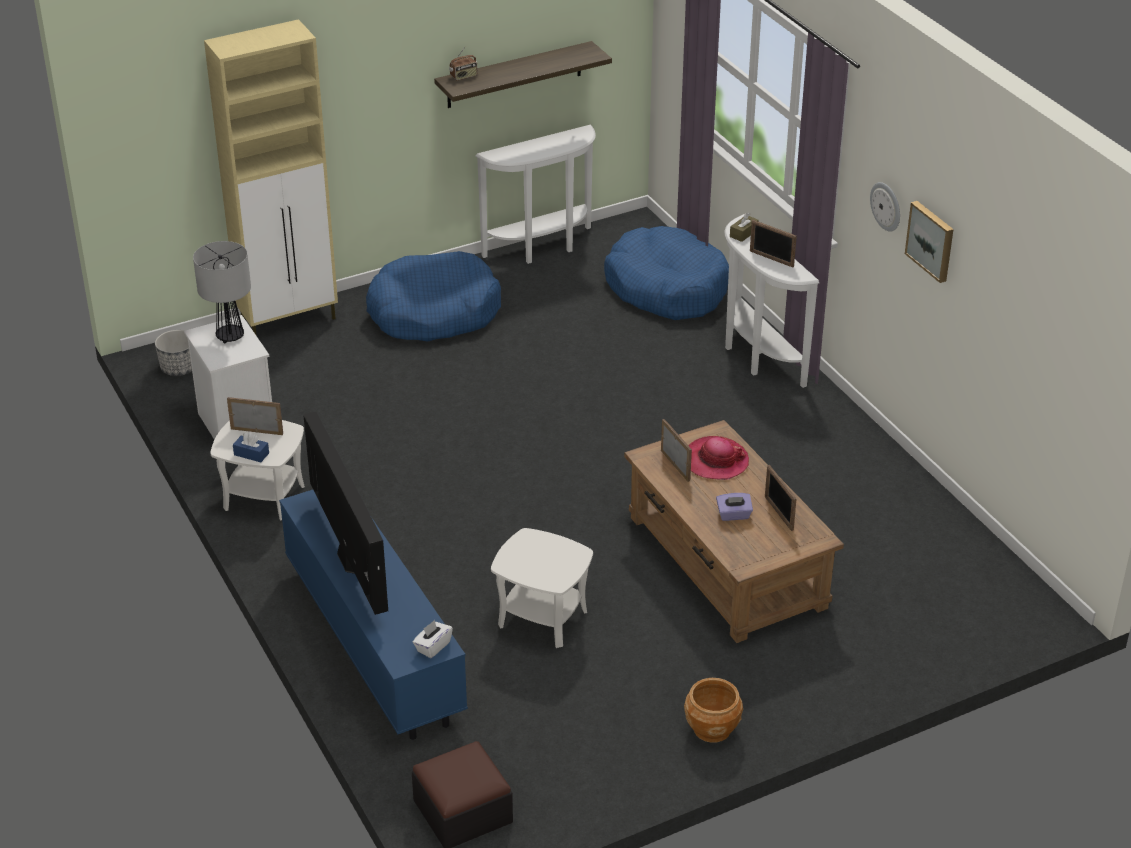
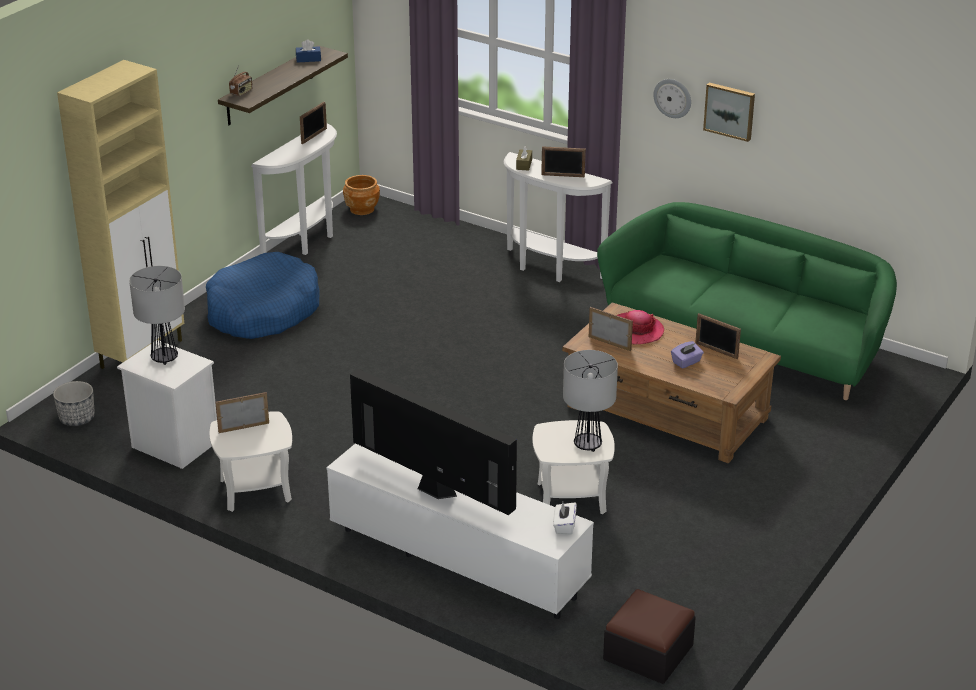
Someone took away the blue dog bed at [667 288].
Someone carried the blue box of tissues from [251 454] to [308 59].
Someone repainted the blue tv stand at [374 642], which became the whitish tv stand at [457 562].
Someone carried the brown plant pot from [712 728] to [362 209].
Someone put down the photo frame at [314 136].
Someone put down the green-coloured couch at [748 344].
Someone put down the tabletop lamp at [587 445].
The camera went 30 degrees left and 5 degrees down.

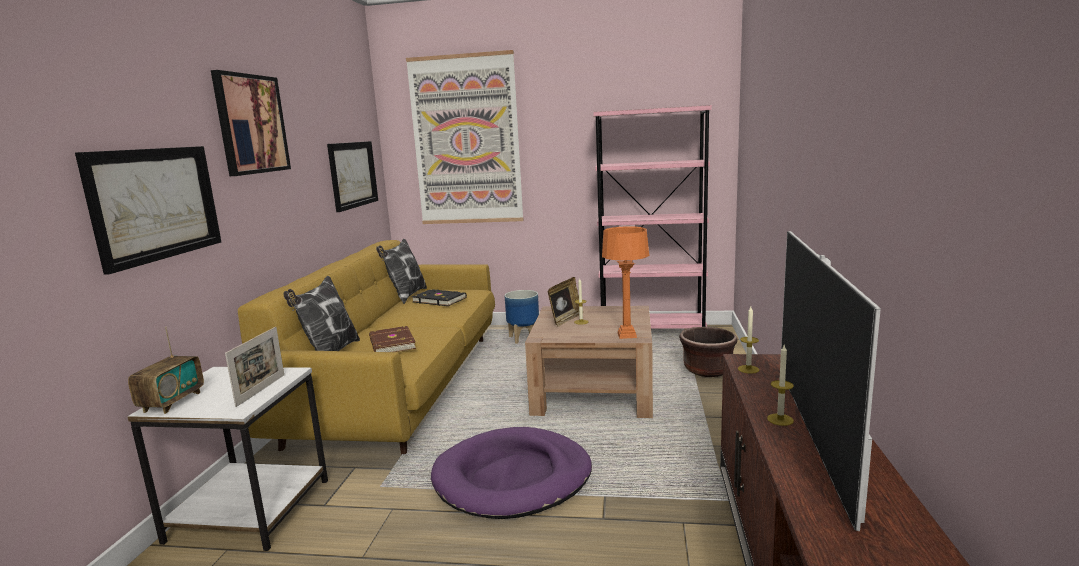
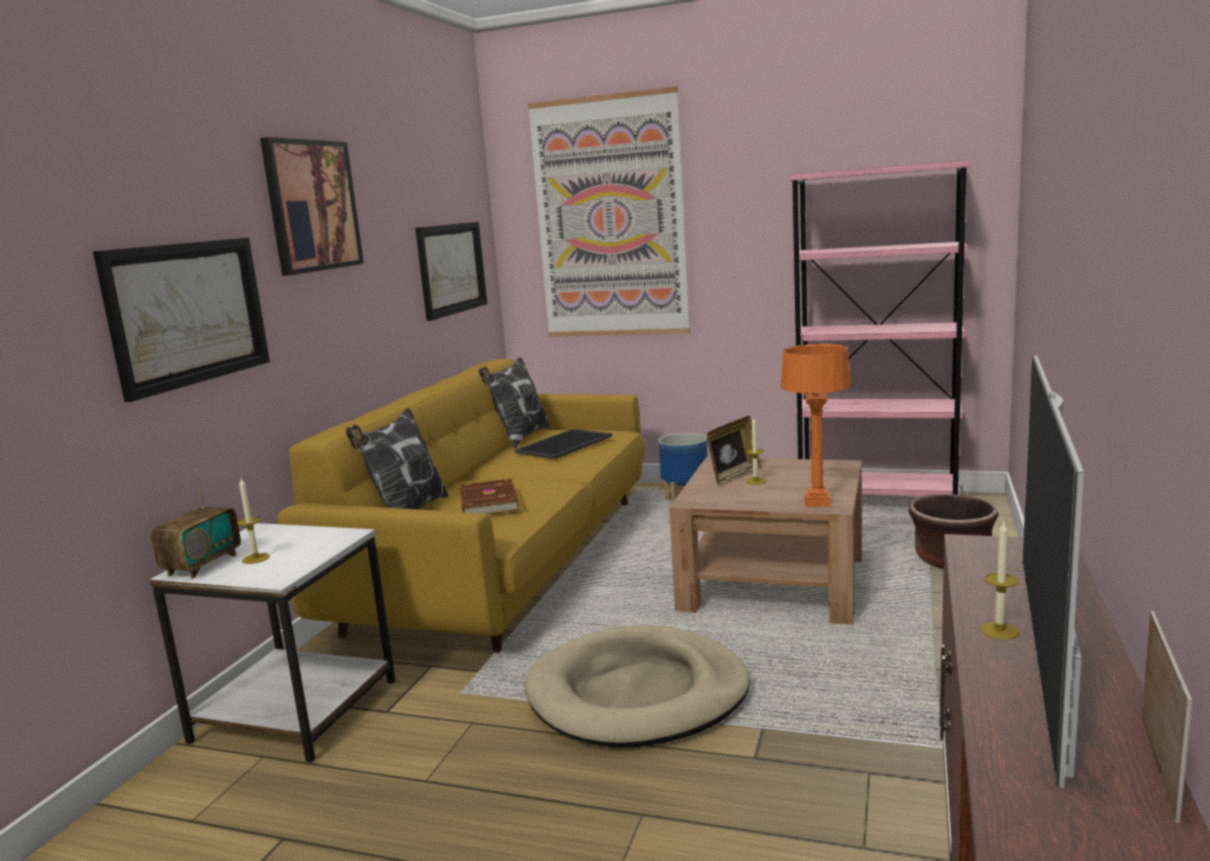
Someone swapped the blackish volume at [439 300] for the serving tray at [563 444].
Someone carried the wax light from [748 369] to [255 558].
Someone carried the photo frame from [261 390] to [1158 766].
Someone repainted the purple dog bed at [513 478], which became the beige-coloured dog bed at [638 694].
The camera went 10 degrees right and 0 degrees up.

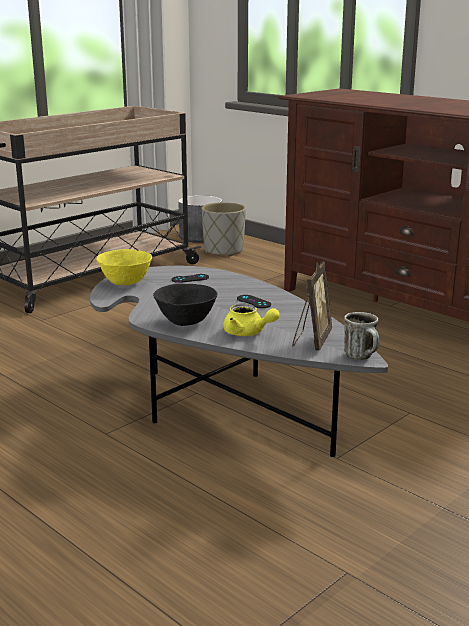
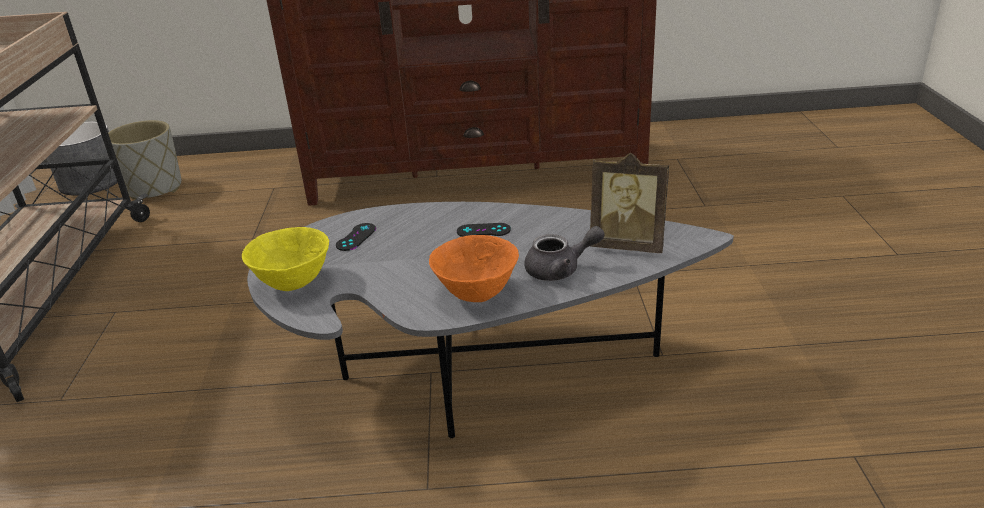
Someone rotated the photo frame at [311 341] by 135 degrees clockwise.
Someone repainted the blackish serving bowl at [186 322], which became the orange-coloured serving bowl at [476 293].
Someone repainted the yellow pot for tea at [248 333], which became the gray pot for tea at [560 269].
Someone took away the coffee mug at [363 357].
The camera went 45 degrees left and 10 degrees up.

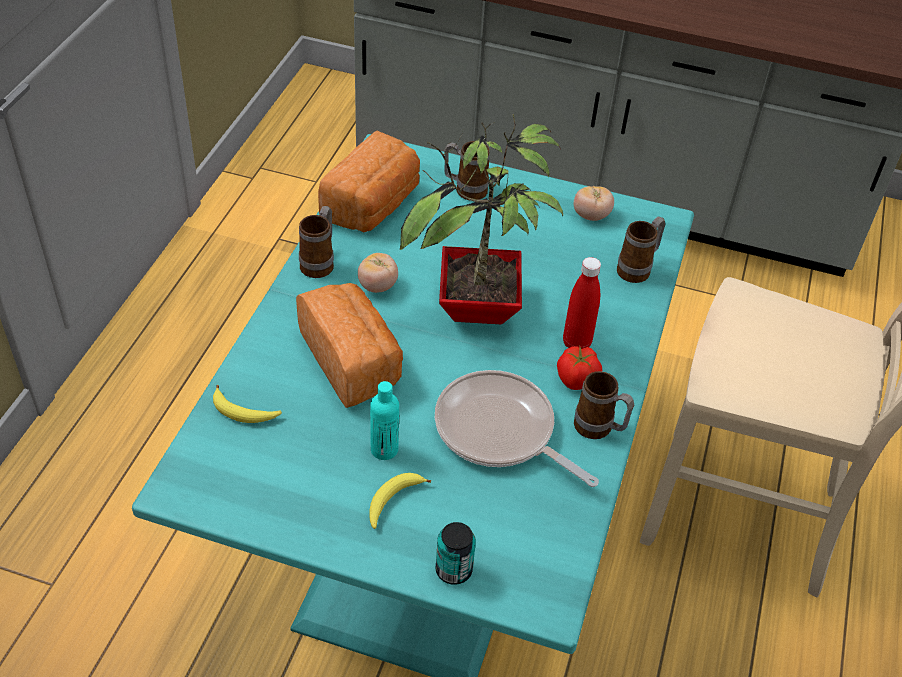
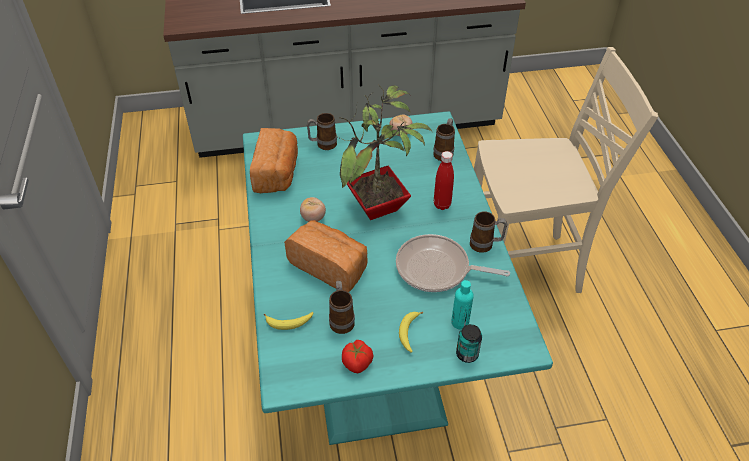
Someone carried the coffee mug from [320 262] to [341 319].
Someone carried the fresh tomato from [577 380] to [357 363].
Someone carried the turquoise drink bottle from [384 449] to [460 322].
The camera went 25 degrees left and 0 degrees up.

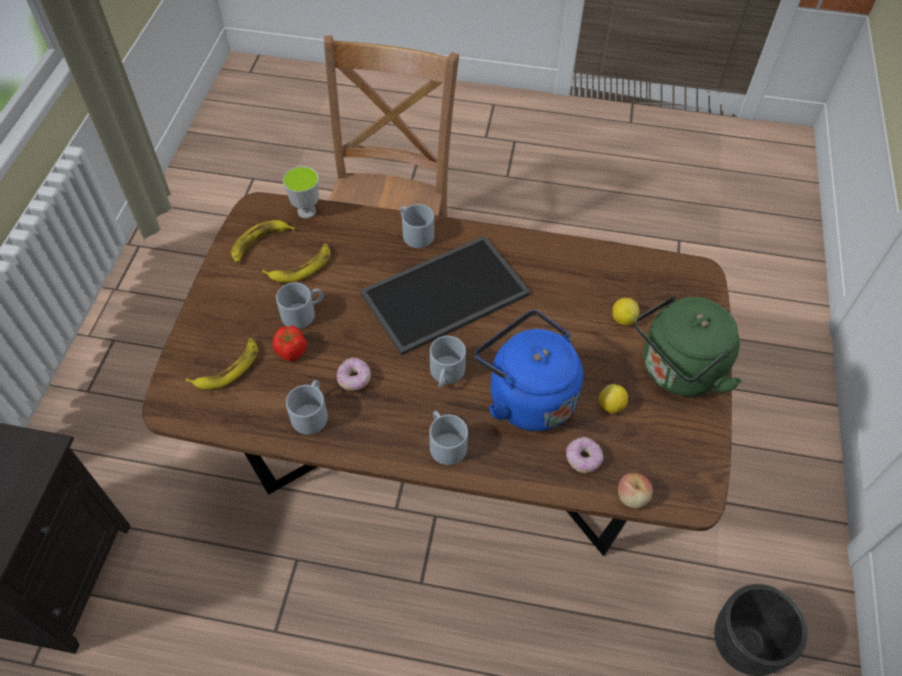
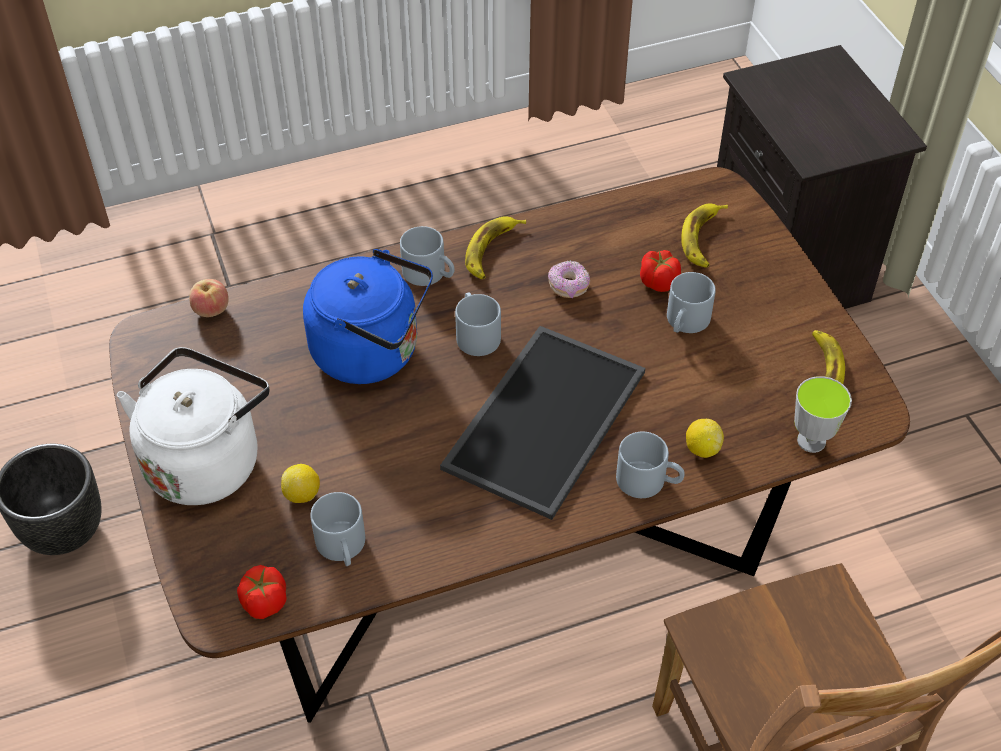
Someone carried the banana fruit from [301 267] to [492 251].
Someone repainted the green-coloured kettle at [677 371], which became the whitish kettle at [206 459].
Someone carried the gray coffee mug from [310 412] to [343 547].
Someone carried the whole lemon from [611 406] to [702 449].
Someone took away the doughnut at [583 459].
Someone put down the fresh tomato at [264 602].
The camera went 150 degrees right and 5 degrees down.

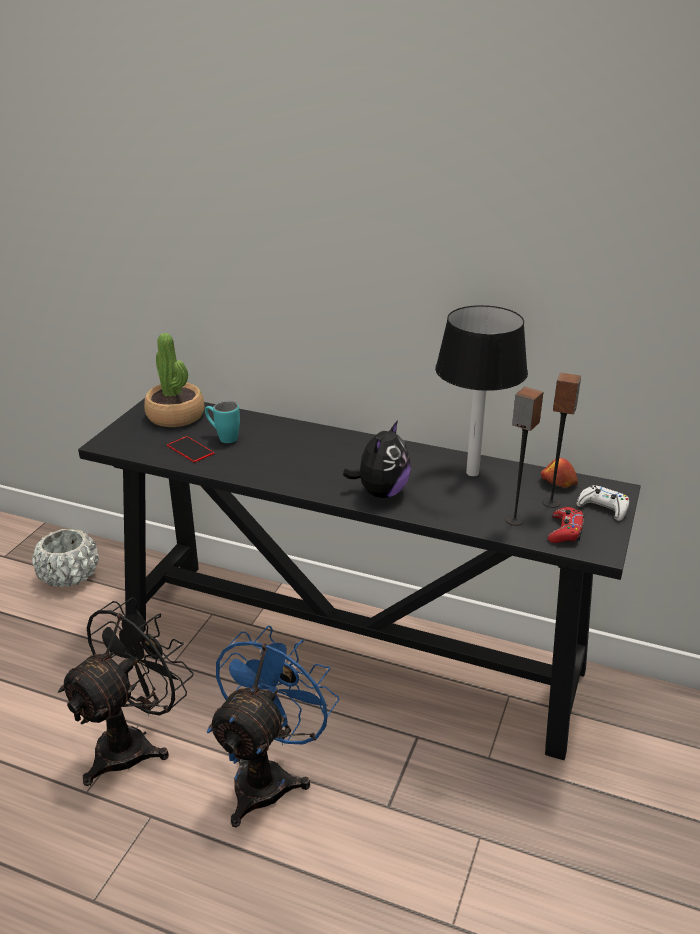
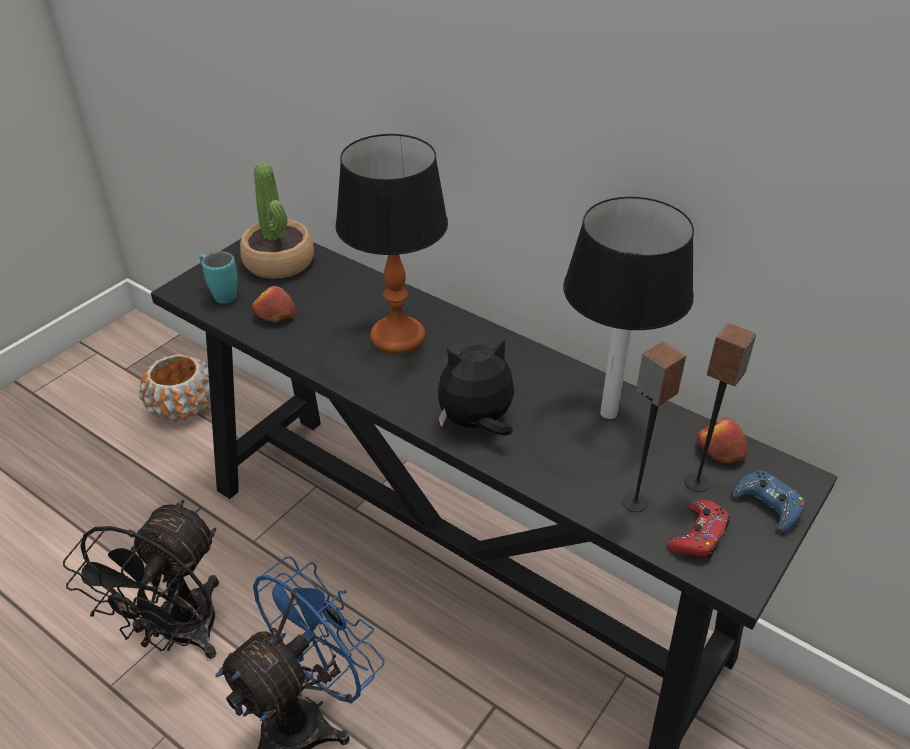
Someone carried the turquoise coffee mug from [223 437] to [220 294].
Someone rotated the soft toy at [381 492] by 150 degrees counterclockwise.
Someone swapped the phone at [190 449] for the apple at [274 315].
Someone repainted the whitish joypad at [603 508], which became the blue joypad at [767 506].
Someone repainted the whitish plant pot at [69 576], which became the orange-coloured plant pot at [182 407].
Someone rotated the blackish fan at [133 743] by 150 degrees clockwise.
Someone put down the tabletop lamp at [398 336].
The camera went 15 degrees right and 10 degrees up.

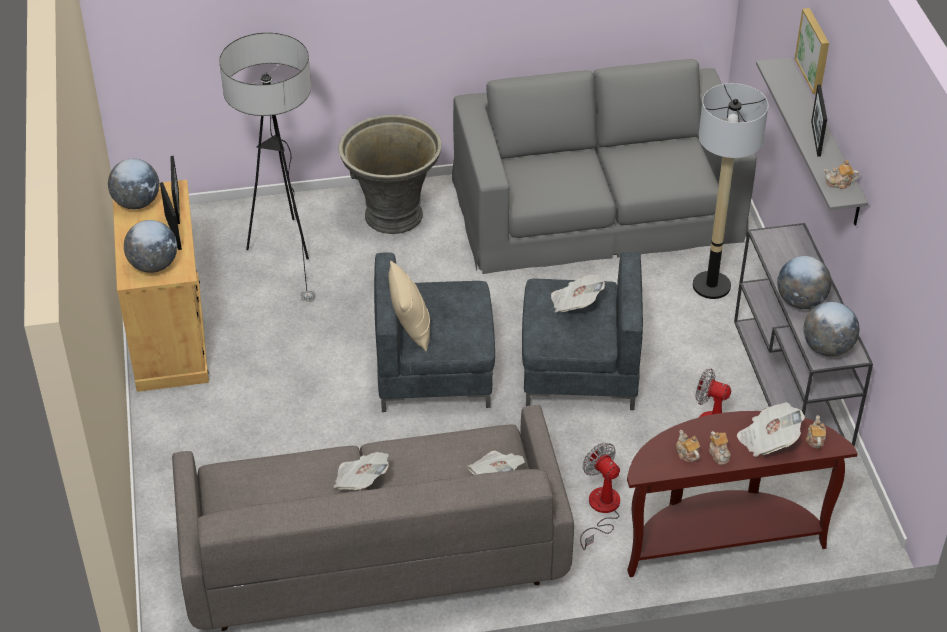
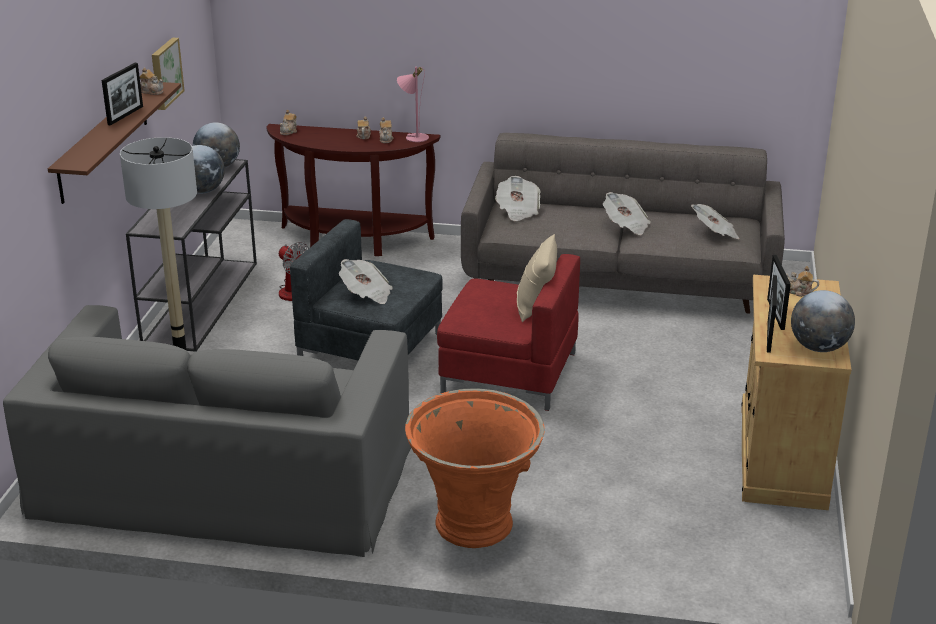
Someone carried the wall picture from [815 50] to [165 73].
Someone took away the standard lamp at [284 249].
Someone repainted the gray bracket shelf at [824 142], which became the brown bracket shelf at [103 141].
Someone repainted the gray plant pot at [393 215], which became the orange-coloured plant pot at [474 525].
Someone swapped the desk globe at [153 265] for the pot for tea at [798 292].
Someone repainted the gray armchair at [435 370], which became the red-coloured armchair at [508 372].
Someone carried the printed paper from [768 440] to [714 233].
Someone took away the fan at [601 510].
Someone put down the pink tabletop lamp at [413 136].
The camera went 160 degrees left and 15 degrees down.

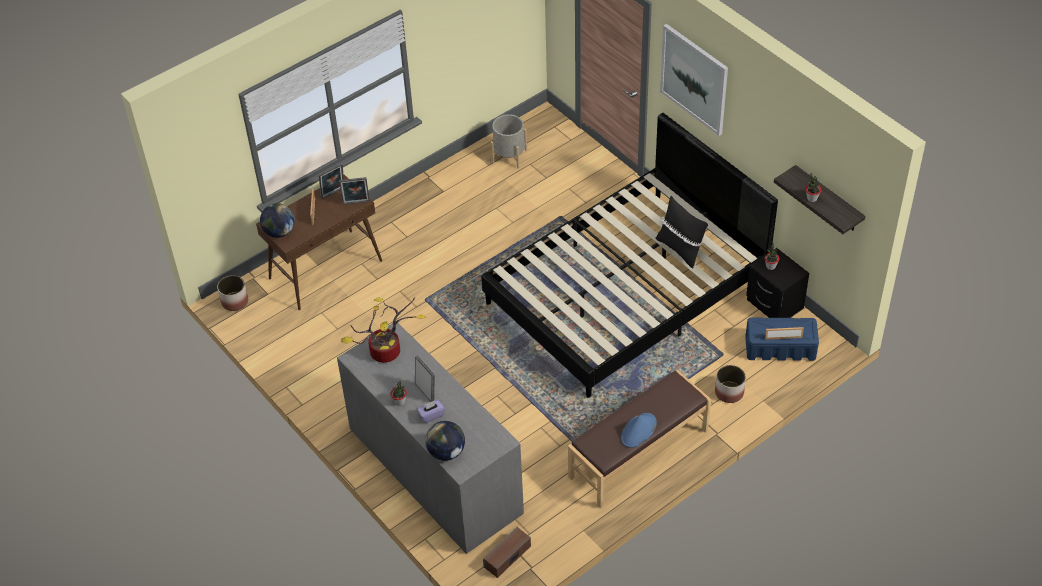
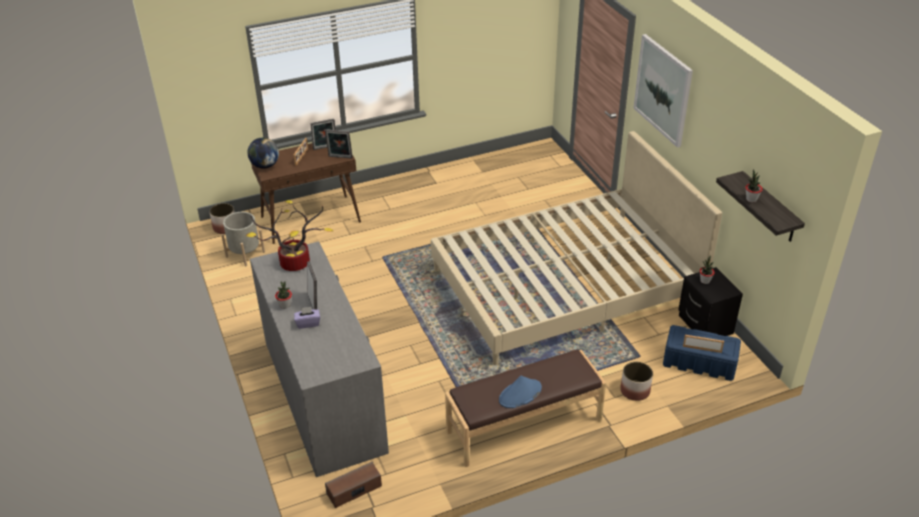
Someone repainted the blackish bedroom bed at [626 291], which became the beige-coloured bedroom bed at [565 286].
Someone carried the gray plant pot from [509 156] to [245 254].
Someone took away the blackish pillow at [680 249].
Someone took away the desk globe at [446 452].
The camera went 15 degrees right and 10 degrees down.

